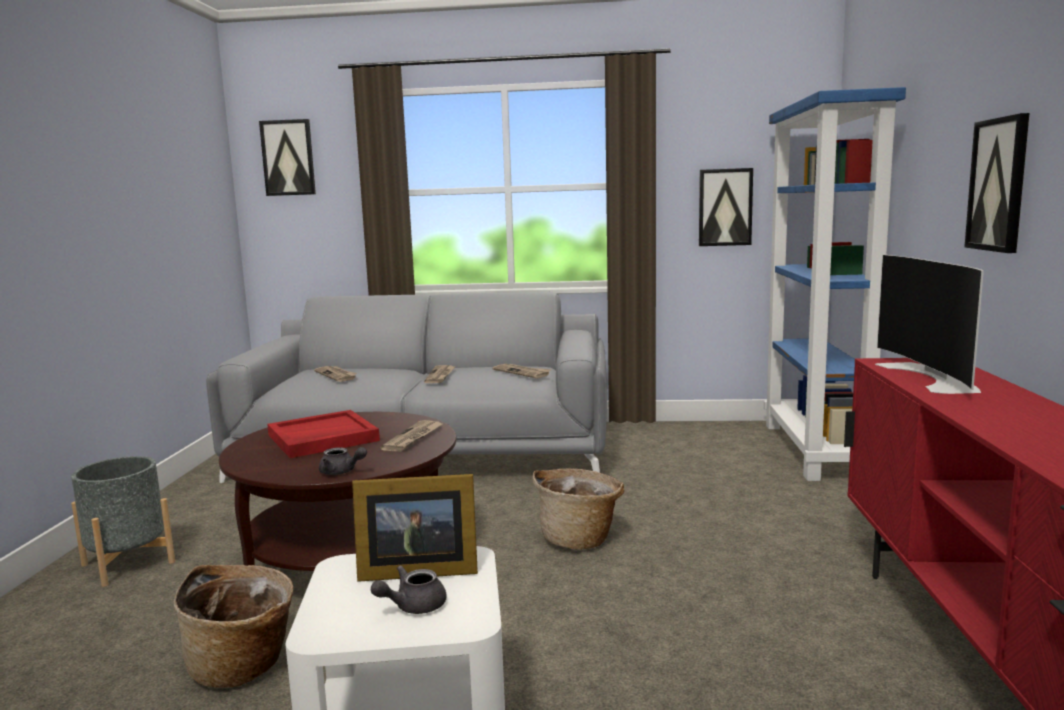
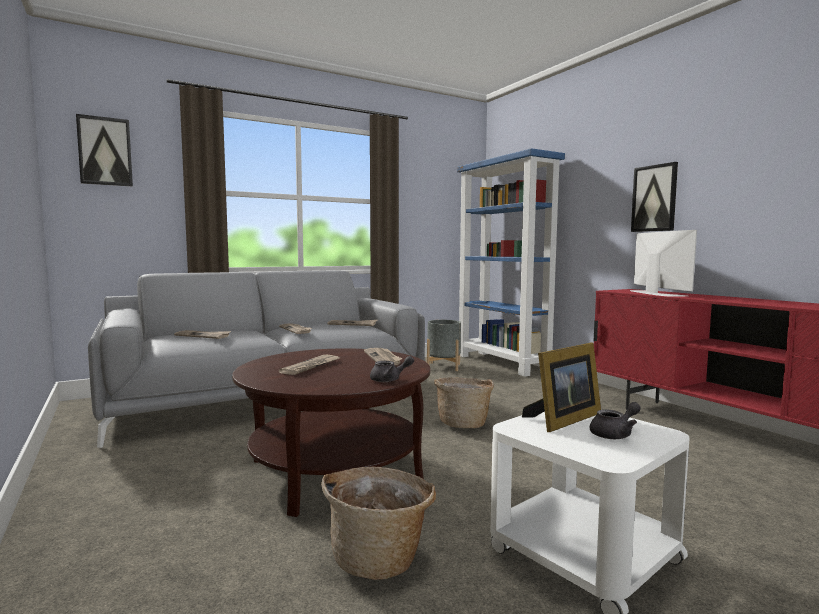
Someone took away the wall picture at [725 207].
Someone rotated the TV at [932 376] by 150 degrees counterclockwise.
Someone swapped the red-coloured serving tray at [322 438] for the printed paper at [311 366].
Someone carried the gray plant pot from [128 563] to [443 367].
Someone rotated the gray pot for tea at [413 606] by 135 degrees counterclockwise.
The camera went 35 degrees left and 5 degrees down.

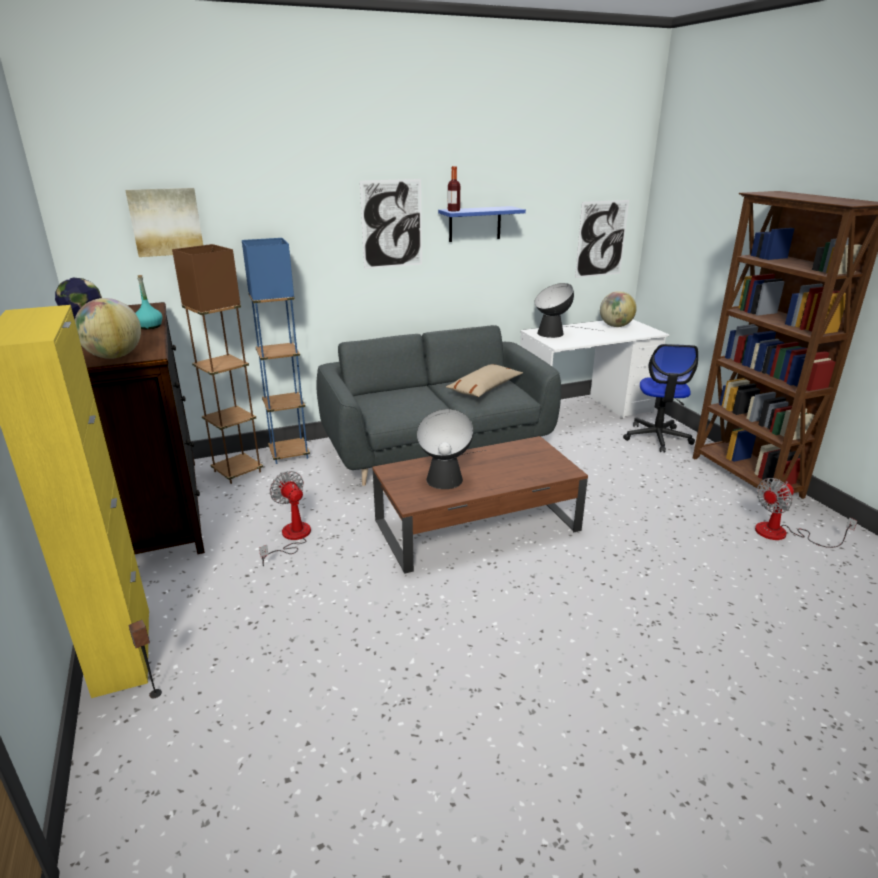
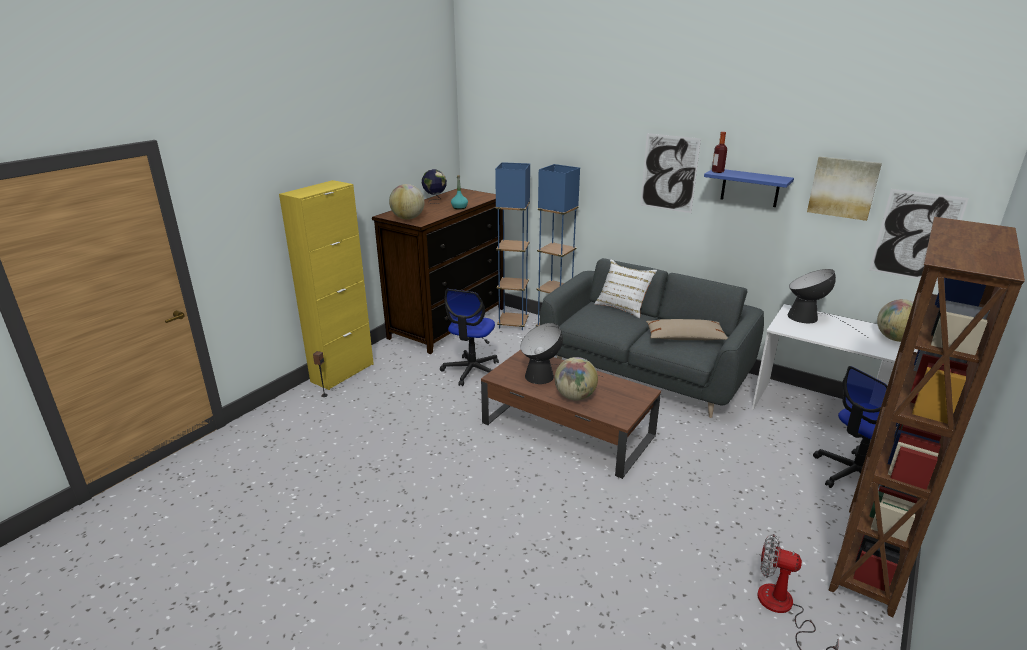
Someone carried the wall picture from [166 222] to [843 187].
Someone repainted the brown standard lamp at [237 471], which became the blue standard lamp at [513 323].
Someone swapped the fan at [291 538] for the computer chair at [472 371].
Someone put down the whitish pillow at [623 307].
Someone put down the desk globe at [575 396].
The camera went 55 degrees right and 0 degrees up.

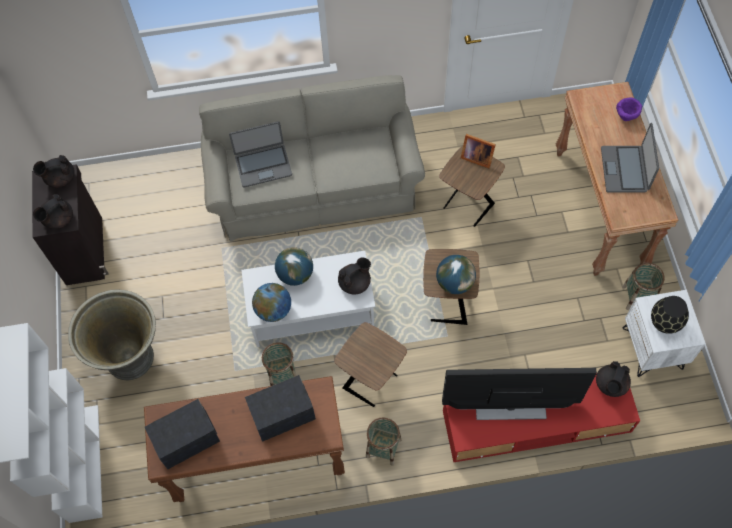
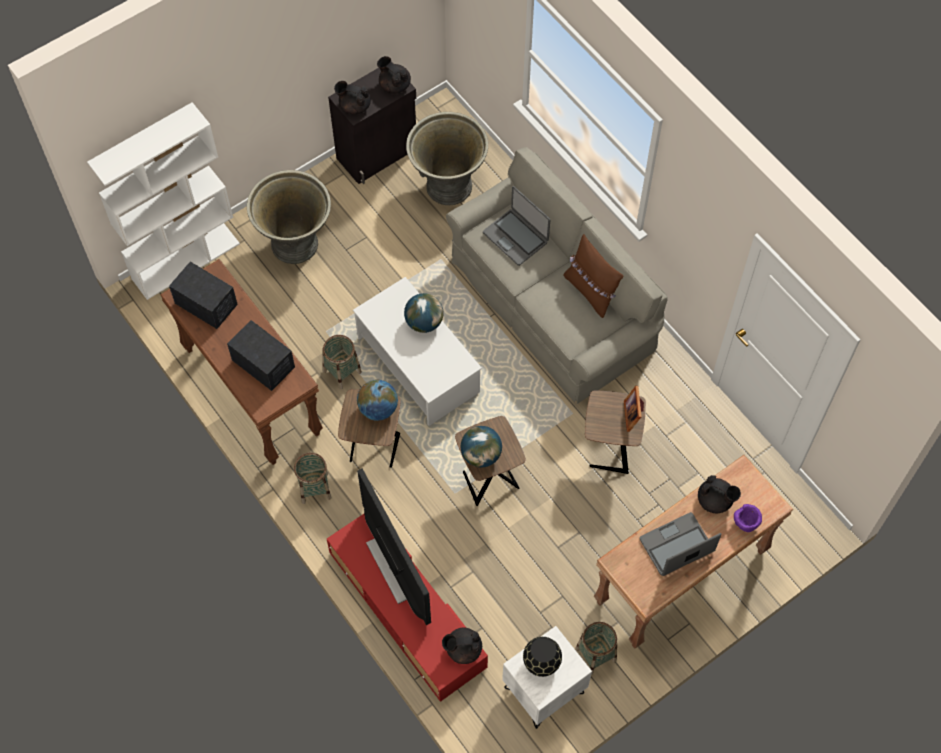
Someone carried the blackish pot for tea from [355 283] to [715 500].
Someone carried the desk globe from [273 310] to [378 409].
Someone put down the gray plant pot at [448 186].
Someone put down the brown pillow at [590 291].
The camera went 60 degrees right and 0 degrees up.

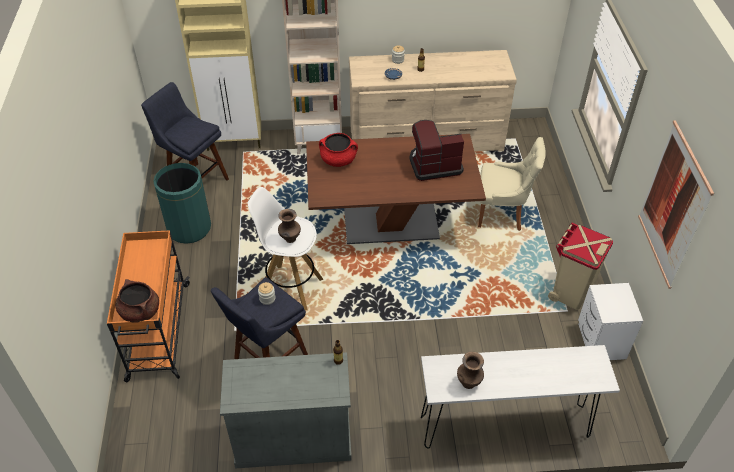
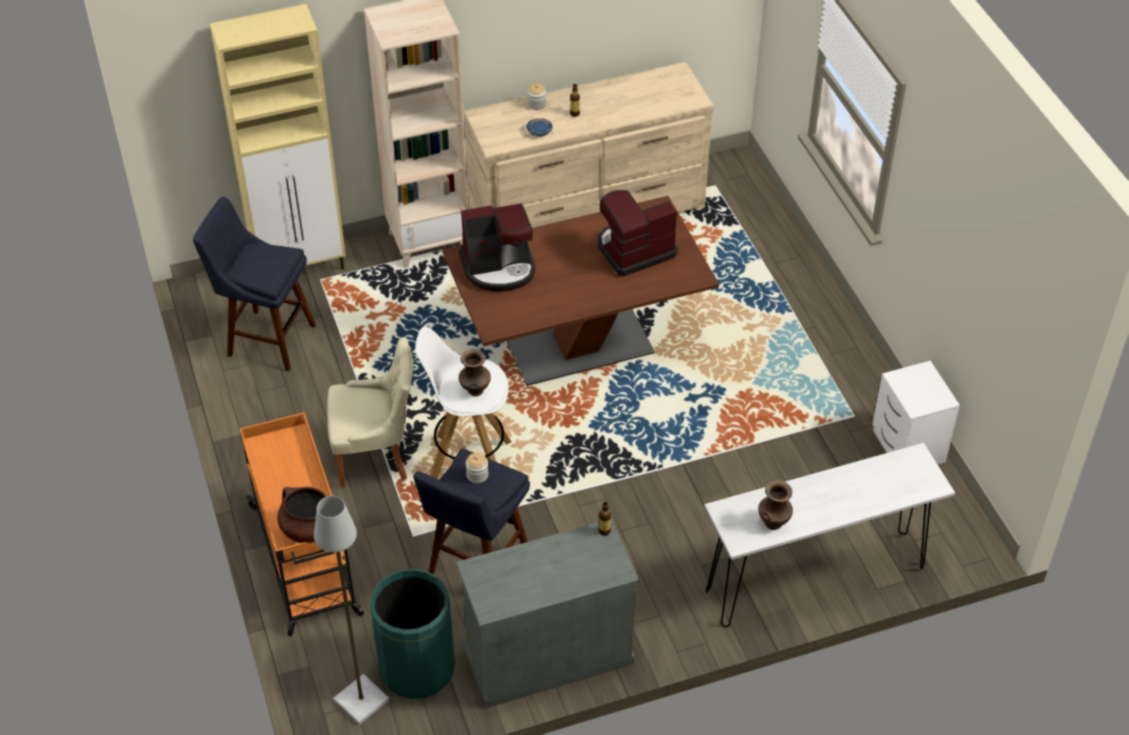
Someone took away the wall picture at [673 205].
Someone swapped the red-coloured cooking pot at [338 160] for the coffee brewer at [499 268].
Someone carried the beige-coloured chair from [502 213] to [376 456].
Someone carried the green-coloured waste bin from [189 228] to [417 668].
Someone took away the beige-coloured waste bin at [570 292].
Someone put down the gray standard lamp at [361 699].
The camera went 15 degrees left and 0 degrees up.

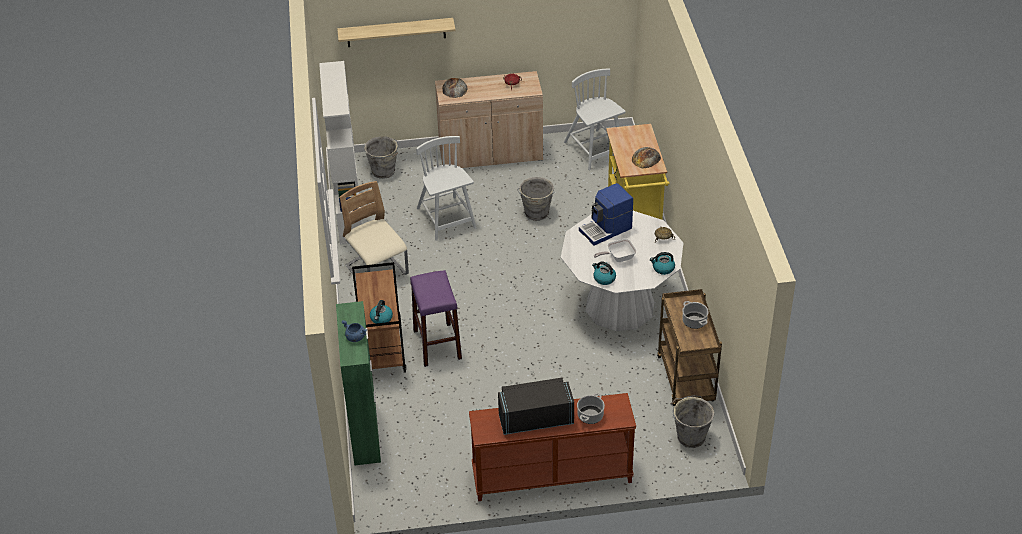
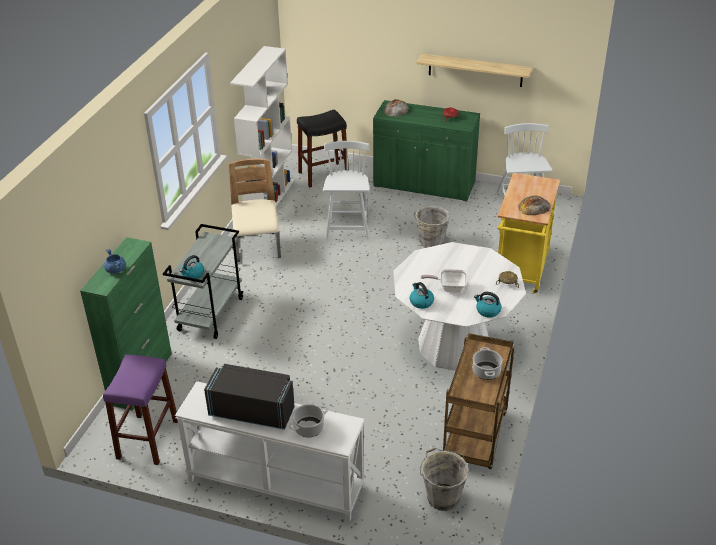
Someone carried the bracket shelf from [396 32] to [475 70].
Someone repainted the beige-coloured cabinet at [490 154], which became the green-coloured cabinet at [424 185].
Someone swapped the gray water bucket at [384 172] for the blackish stool seat at [323 175].
Someone took away the coffee brewer at [606 230].
Someone repainted the brown wheeled cart at [382 350], which became the gray wheeled cart at [210 314].
Someone carried the purple stool seat from [437 344] to [148 439].
Someone repainted the brown console table at [551 476], which became the whitish console table at [275 484].
The camera went 25 degrees right and 5 degrees down.

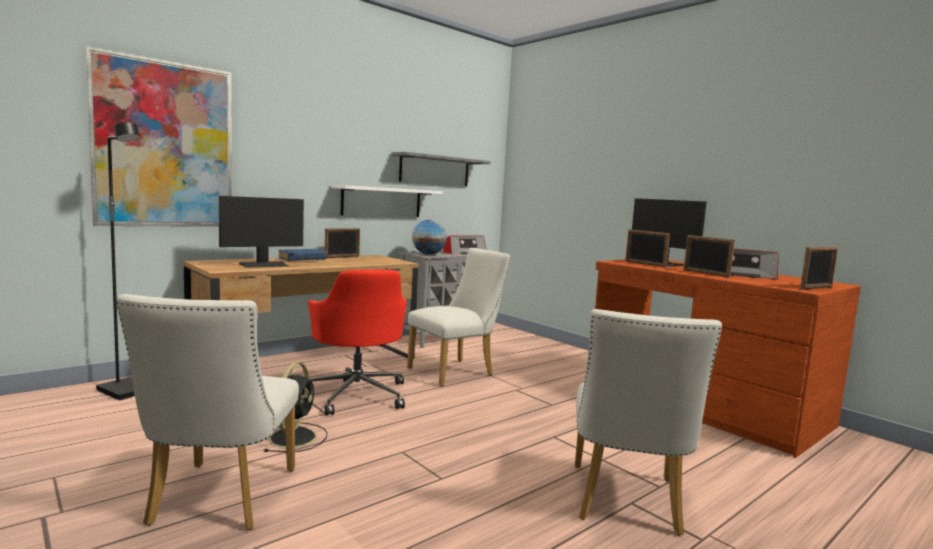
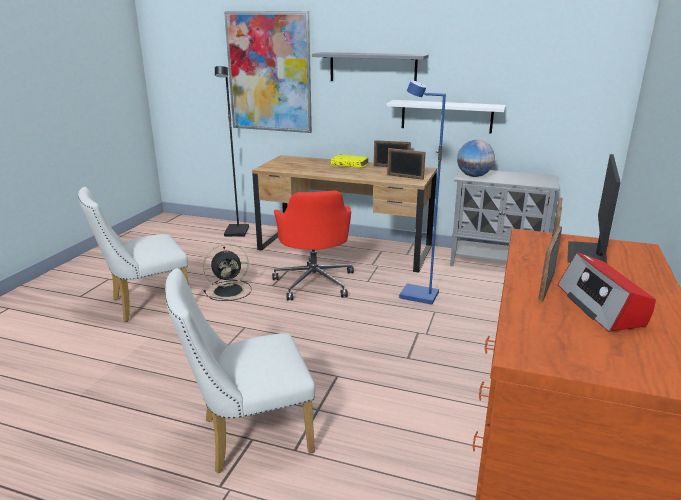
Someone carried the gray bracket shelf from [435 170] to [373 67].
Someone took away the computer screen at [264 265].
Someone took away the radio at [464 253].
Someone carried the photo frame from [816 288] to [405 177].
Someone swapped the whitish chair at [456 371] for the blue standard lamp at [418 296].
Someone repainted the blue volume at [302 260], which became the yellow volume at [349 165].
Someone rotated the red-coloured computer chair at [357 394] by 45 degrees counterclockwise.
The camera went 60 degrees right and 15 degrees up.

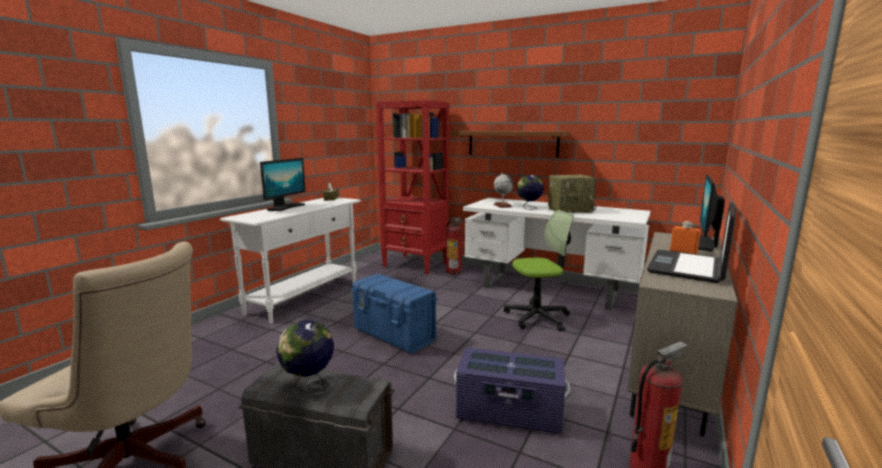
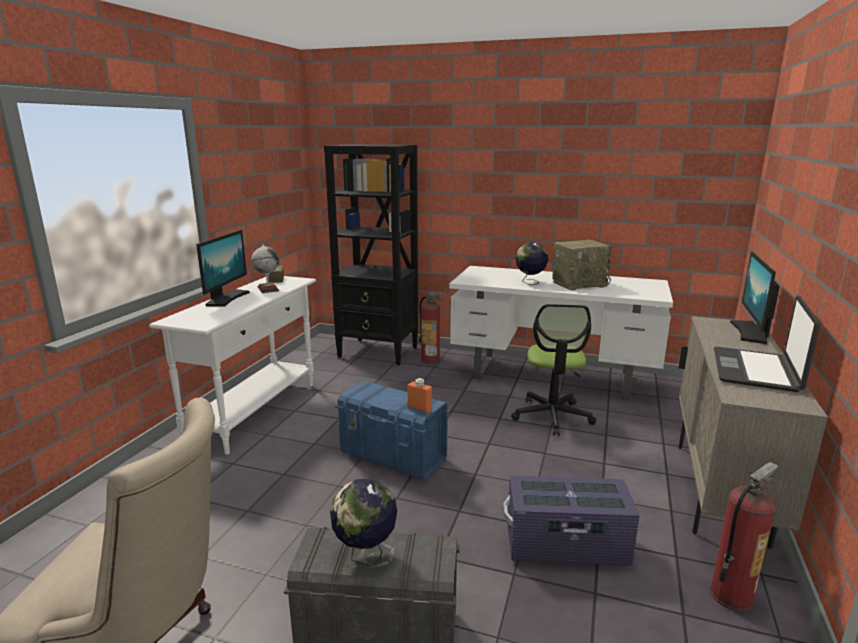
Someone repainted the red-coloured shelving unit at [416 265], which became the blackish shelving unit at [379 352].
Someone took away the brown bracket shelf at [512 143].
Someone carried the desk globe from [502 206] to [268 289].
Someone rotated the computer chair at [537 317] by 120 degrees clockwise.
Someone carried the orange-coloured drink bottle from [683 252] to [419 409].
The camera went 10 degrees left and 5 degrees up.

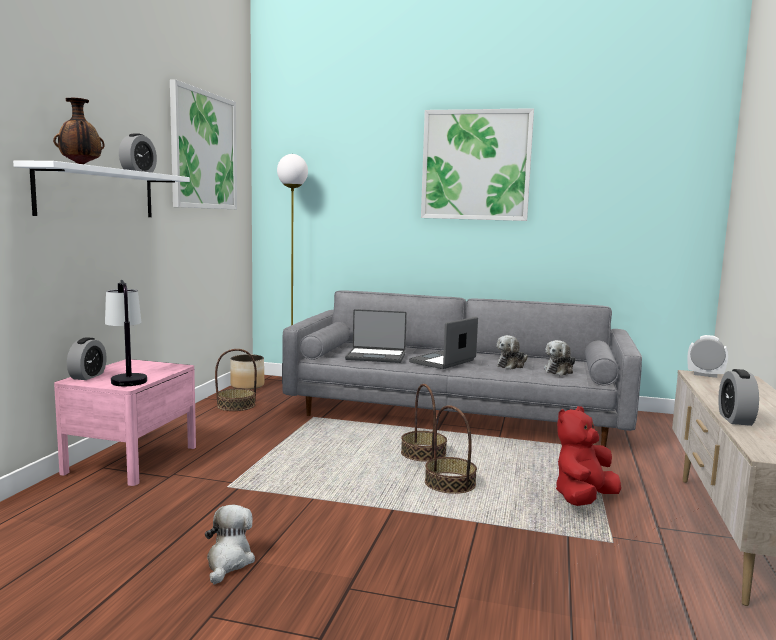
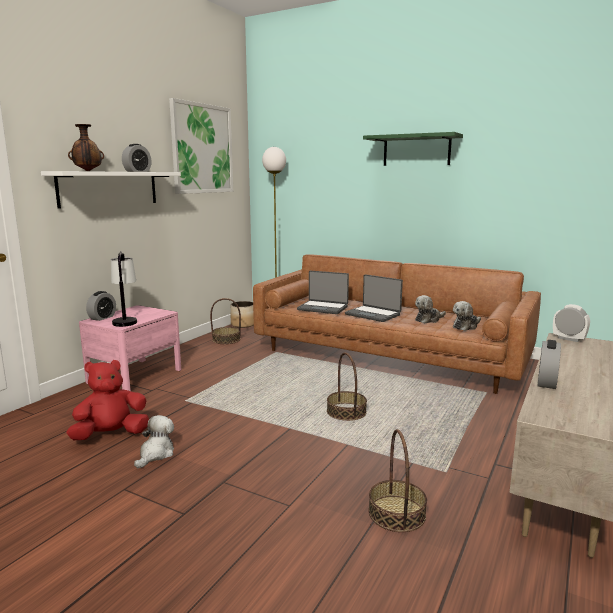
Someone swapped the wall picture at [476 165] for the green-coloured bracket shelf at [416 150].
Someone repainted the gray couch at [456 413], which became the brown couch at [388 355].
Someone rotated the notebook computer at [443 361] by 105 degrees counterclockwise.
Someone carried the storage basket from [423 453] to [397 513].
Someone carried the red-coloured soft toy from [583 499] to [111 435].
The camera went 15 degrees right and 5 degrees up.

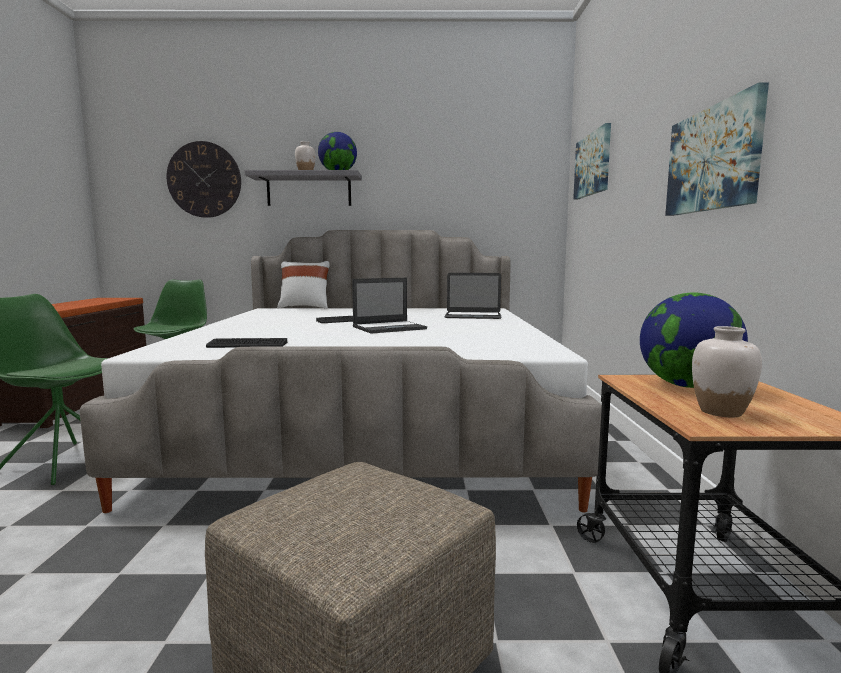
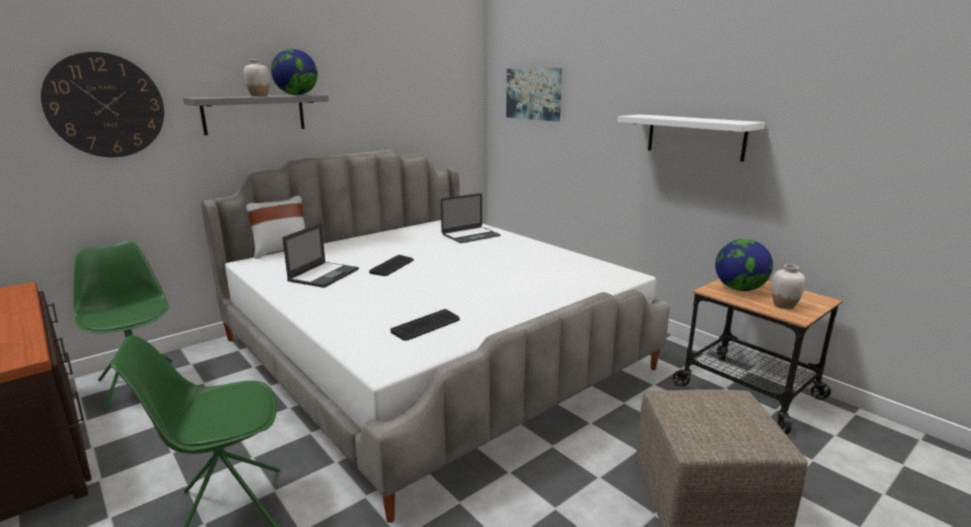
Someone swapped the wall picture at [713 159] for the whitish bracket shelf at [695 136].
Someone carried the notebook computer from [390 328] to [324 275].
The camera went 40 degrees left and 10 degrees up.

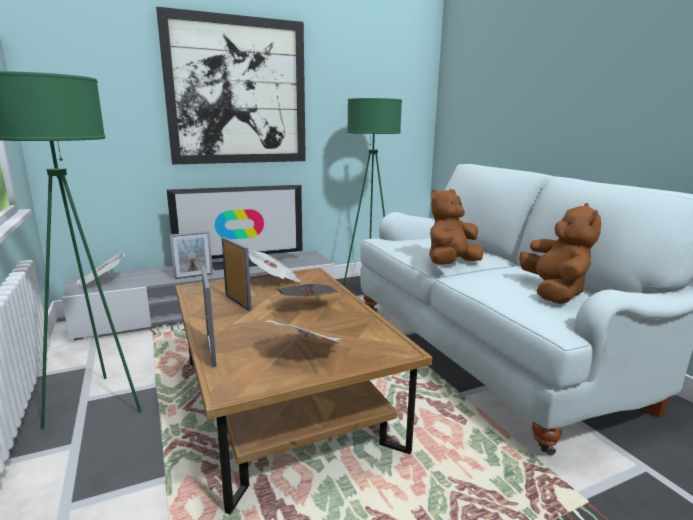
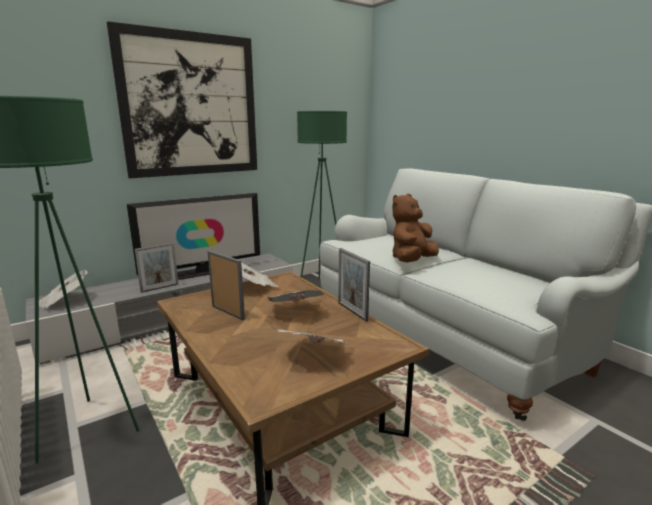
Someone took away the brown soft toy at [553 292].
Someone carried the photo frame from [211 351] to [352 311].
The camera went 10 degrees left and 0 degrees up.

